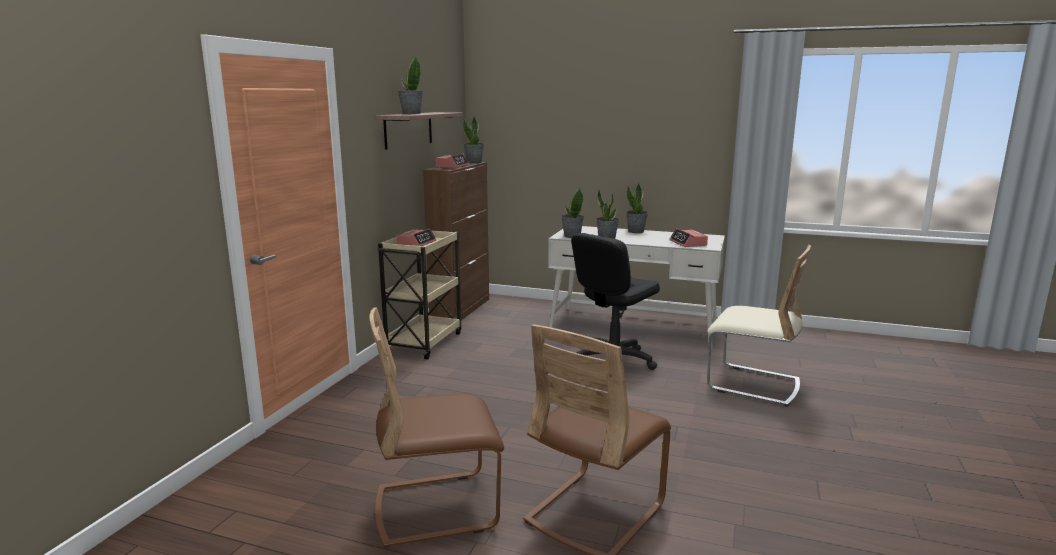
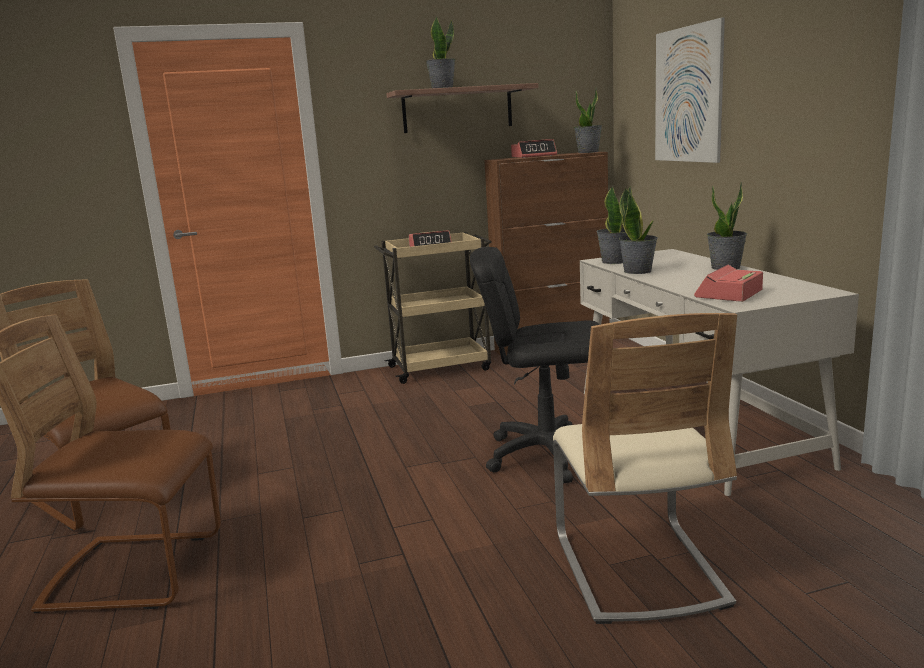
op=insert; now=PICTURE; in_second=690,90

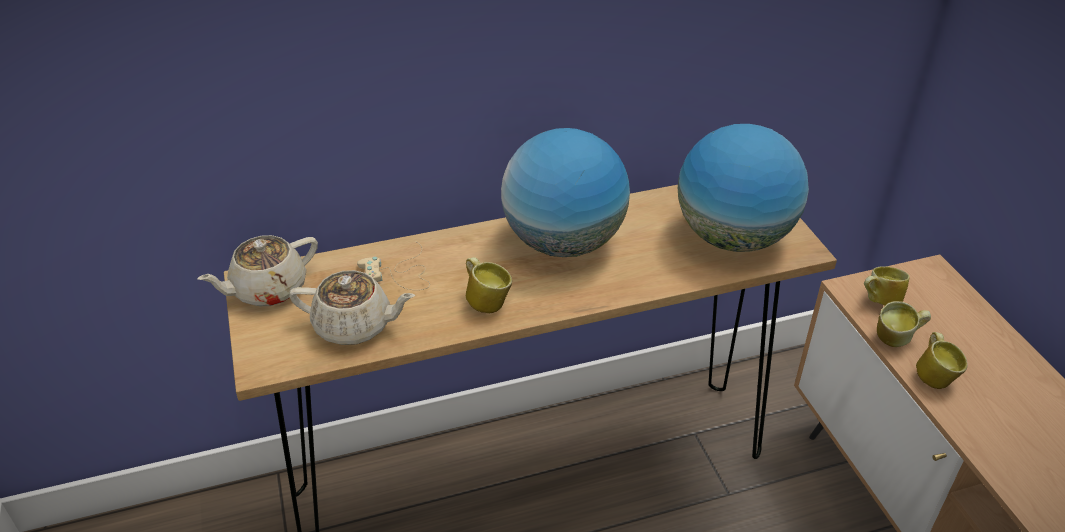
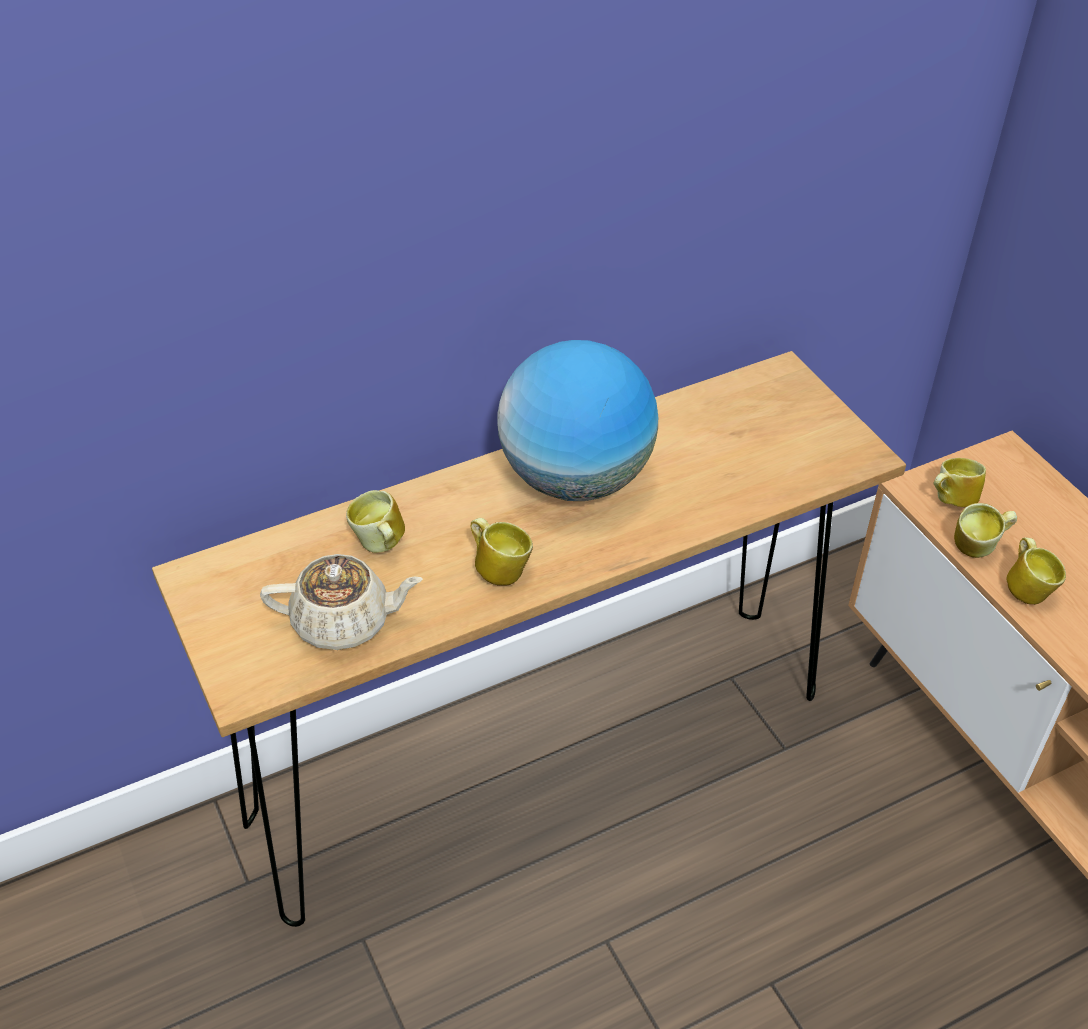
op=delete; was=BEIGE TEAPOT; in_first=257,270
op=delete; was=GLOBE; in_first=743,188
op=replace; was=BEIGE GAME CONTROLLER; now=MUG; in_first=393,265; in_second=375,521

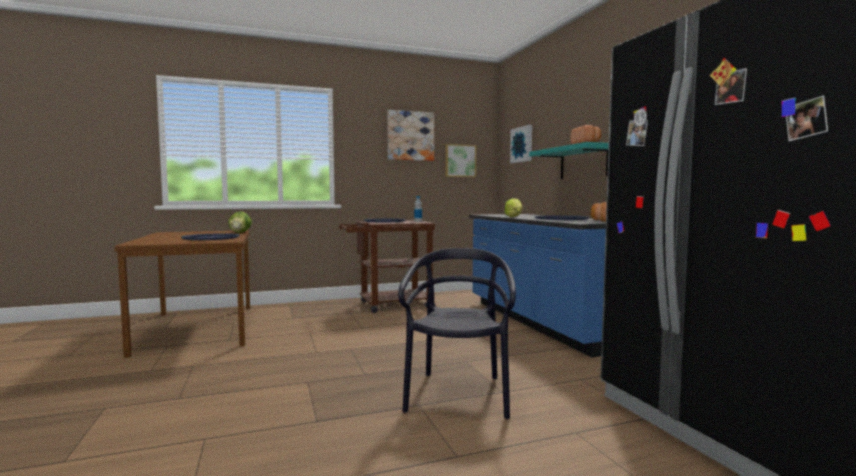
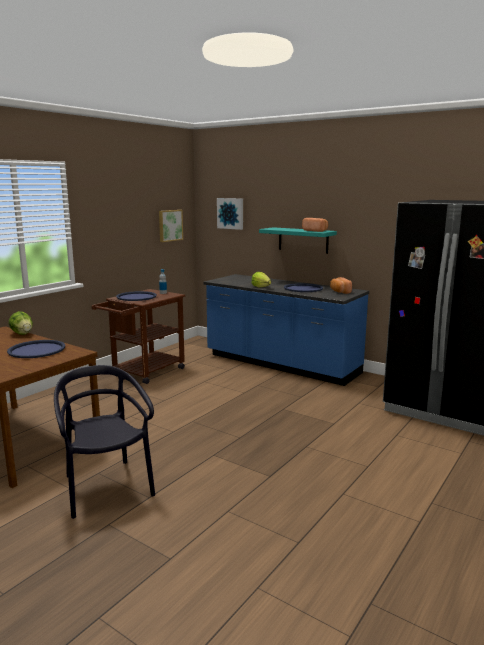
op=delete; was=PICTURE; in_first=410,135
op=move; was=BLACK CHAIR; in_first=457,333; in_second=104,442

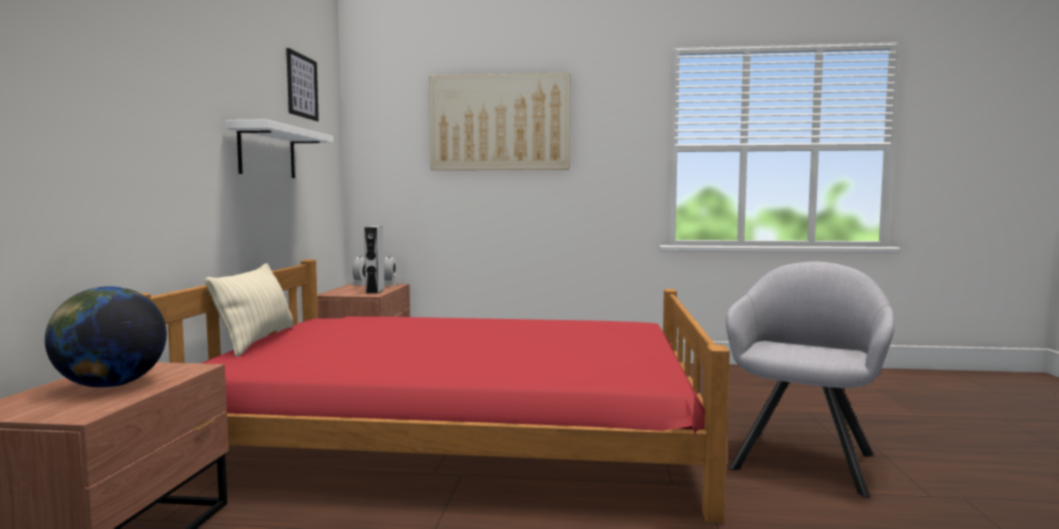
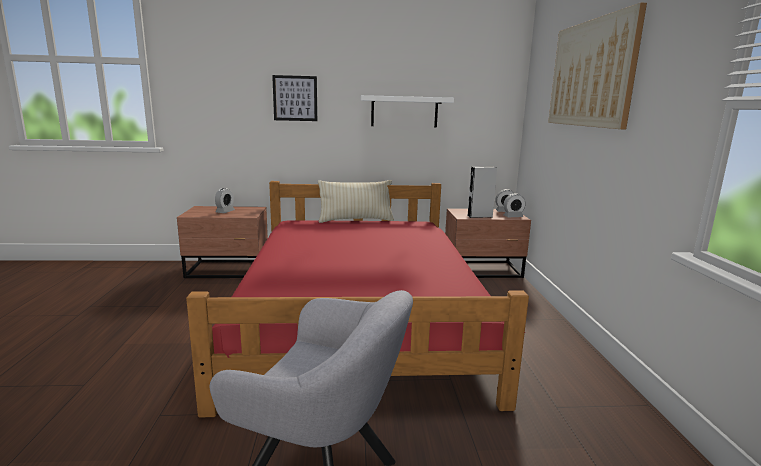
op=move; was=PICTURE; in_first=302,84; in_second=294,98
op=replace; was=GLOBE; now=ALARM CLOCK; in_first=106,337; in_second=225,200

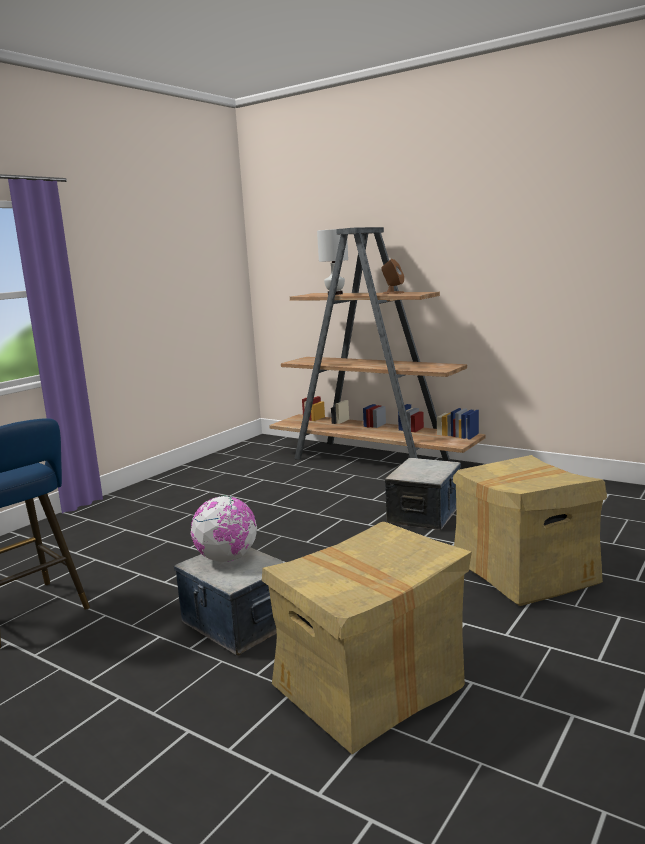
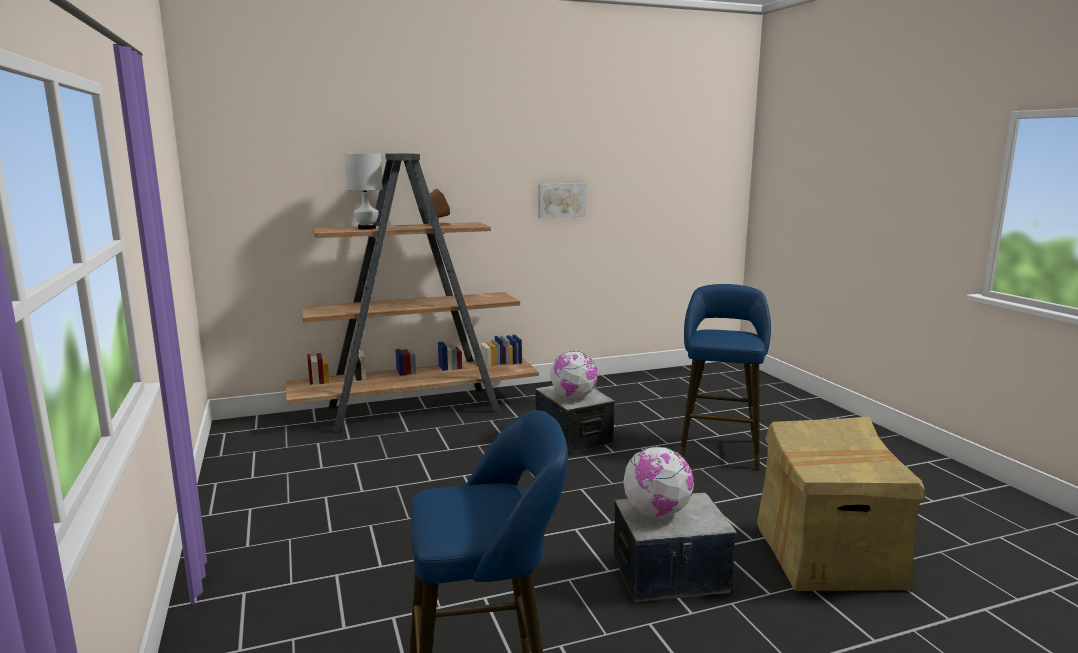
op=insert; now=PICTURE; in_second=562,200
op=insert; now=GLOBE; in_second=574,375
op=replace; was=CARDBOARD BOX; now=BLUE STOOL; in_first=530,530; in_second=725,376

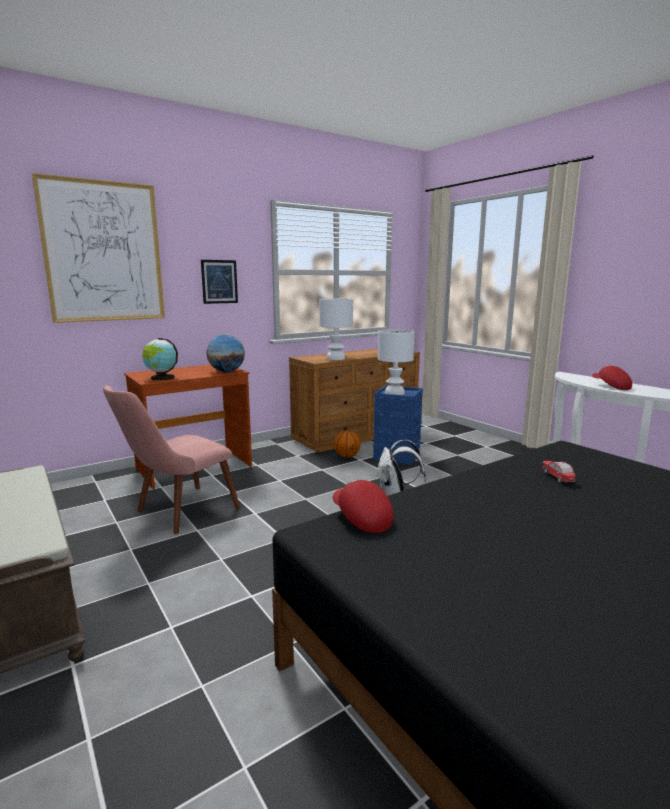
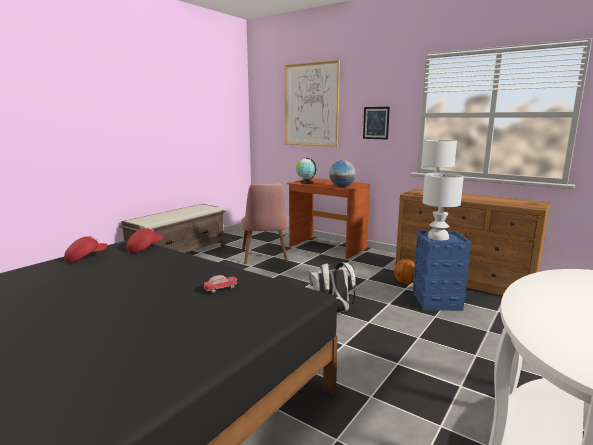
op=move; was=RED CAP; in_first=612,377; in_second=85,249
op=rotate; was=PINK CHAIR; in_first=171,459; in_second=264,223; clockwise=-120

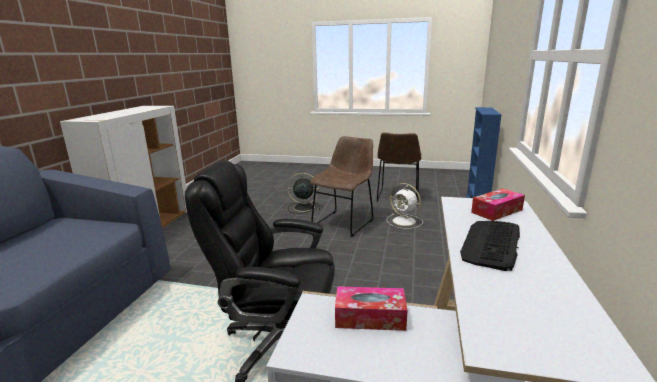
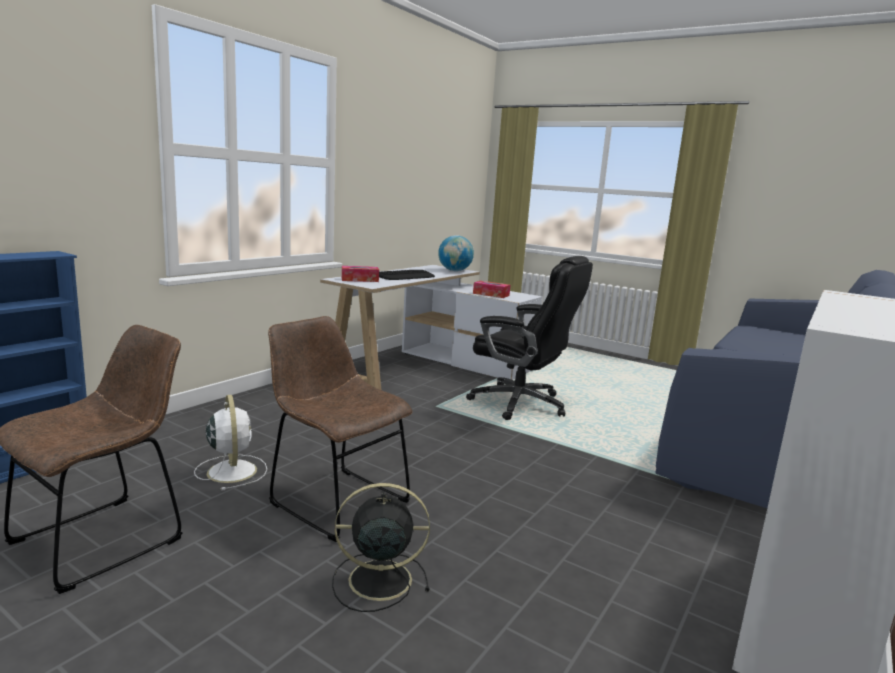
op=insert; now=GLOBE; in_second=456,253
op=rotate; was=BLACK FAN; in_first=303,193; in_second=381,547; clockwise=150
op=rotate; was=BROWN CHAIR; in_first=341,186; in_second=340,429; clockwise=75

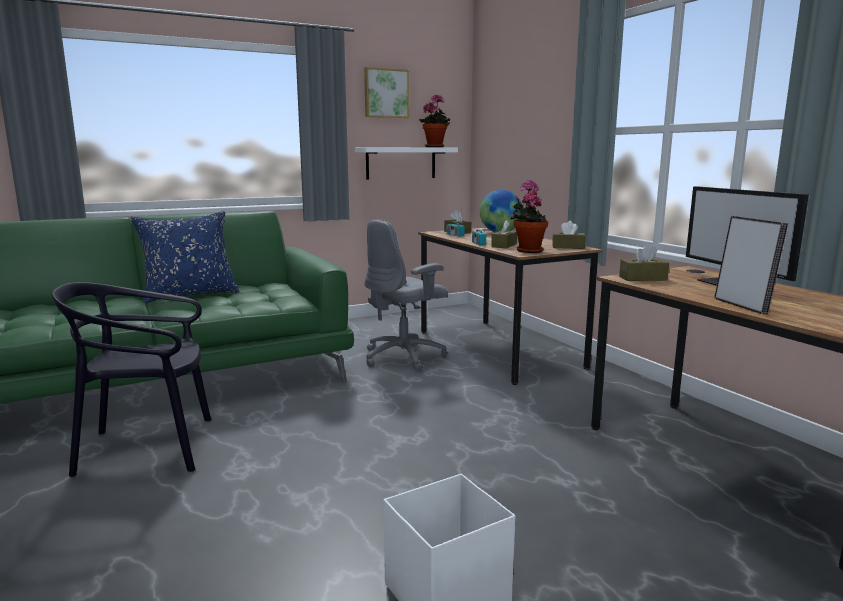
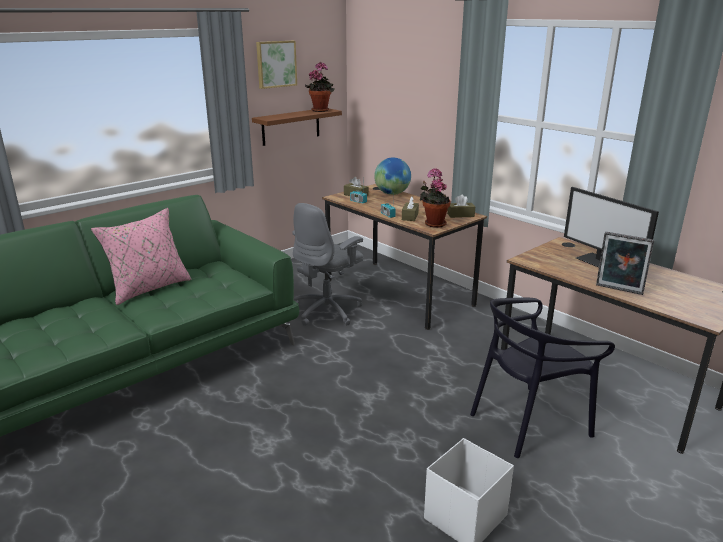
op=delete; was=BROWN TISSUE BOX; in_first=644,262
op=move; was=BLACK CHAIR; in_first=131,379; in_second=542,378
op=recolor; was=BLUE PILLOW; now=PINK PILLOW; in_first=185,257; in_second=141,256
op=recolor; was=WHITE SHELF; now=BROWN SHELF; in_first=406,163; in_second=297,127
op=rotate; was=PICTURE FRAME; in_first=751,265; in_second=625,263; clockwise=150

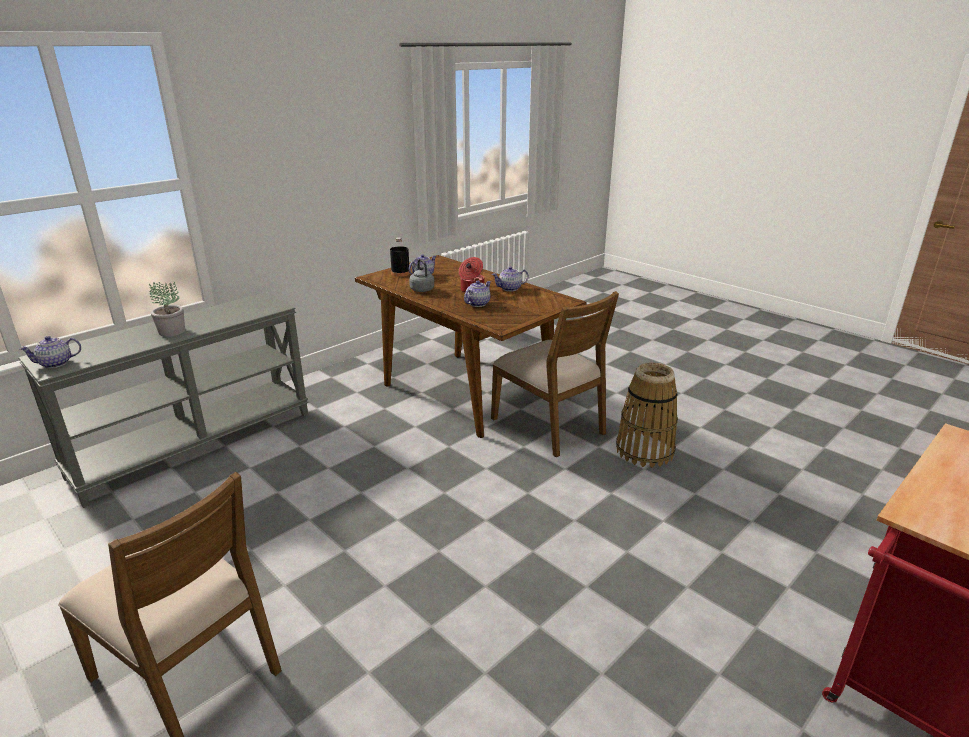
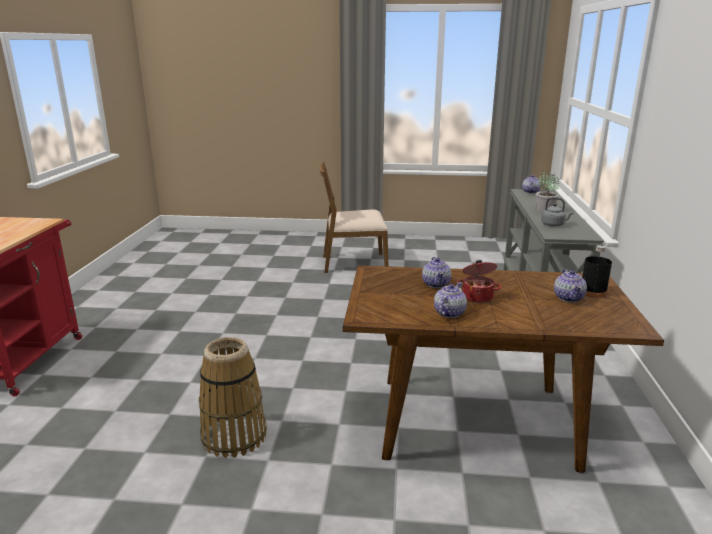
op=delete; was=BROWN CHAIR; in_first=555,374
op=move; was=GREY KETTLE; in_first=421,275; in_second=557,212

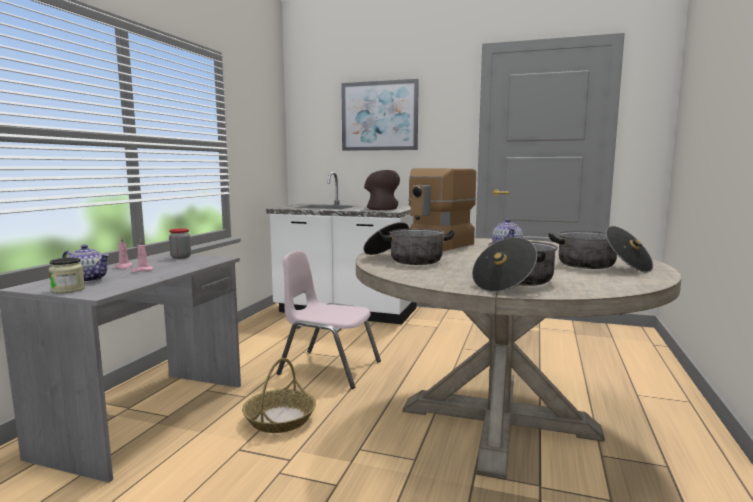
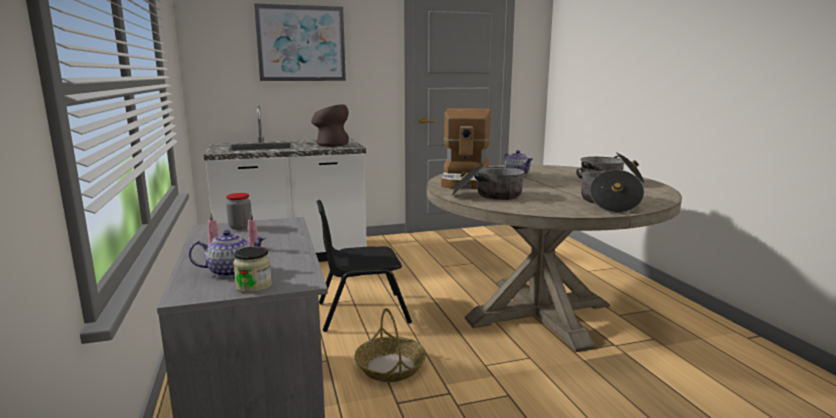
op=recolor; was=PINK CHAIR; now=BLACK CHAIR; in_first=329,320; in_second=364,266

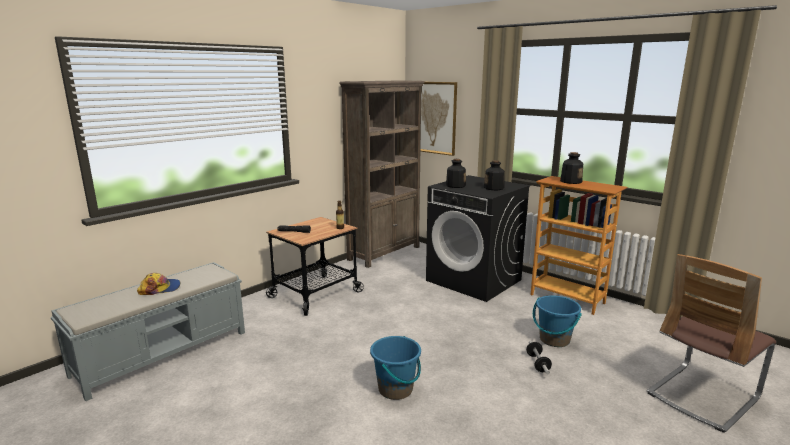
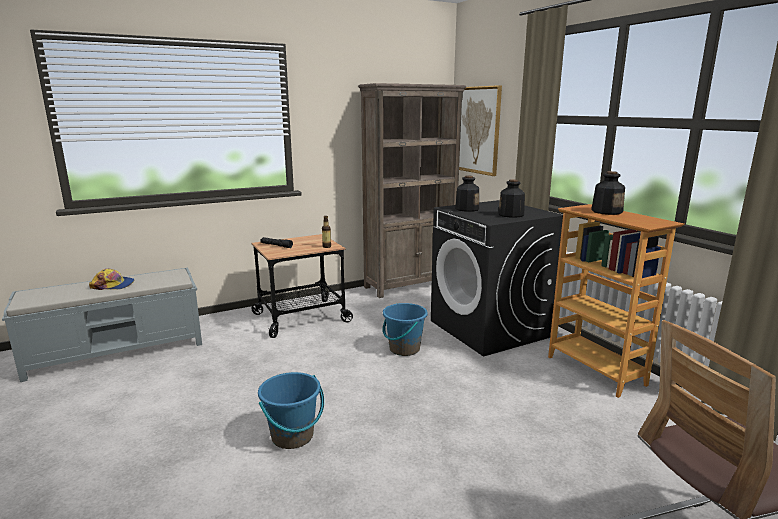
op=delete; was=DUMBBELL; in_first=539,357
op=move; was=BLUE BUCKET; in_first=557,321; in_second=405,329

